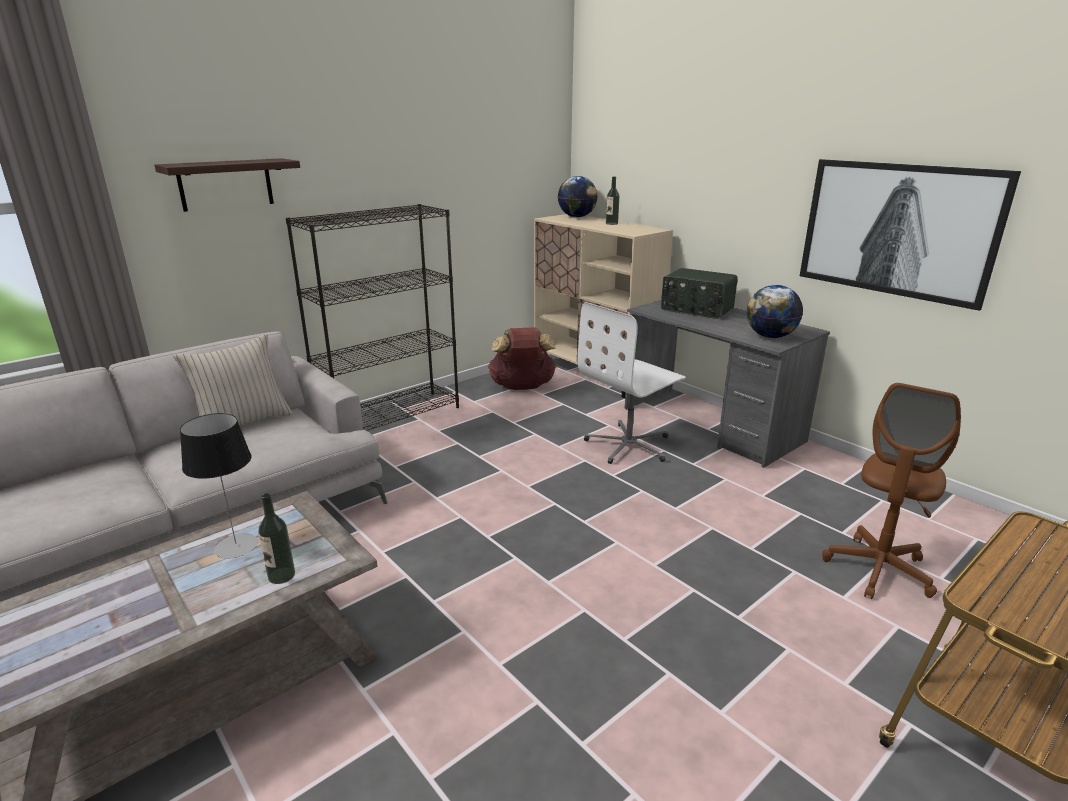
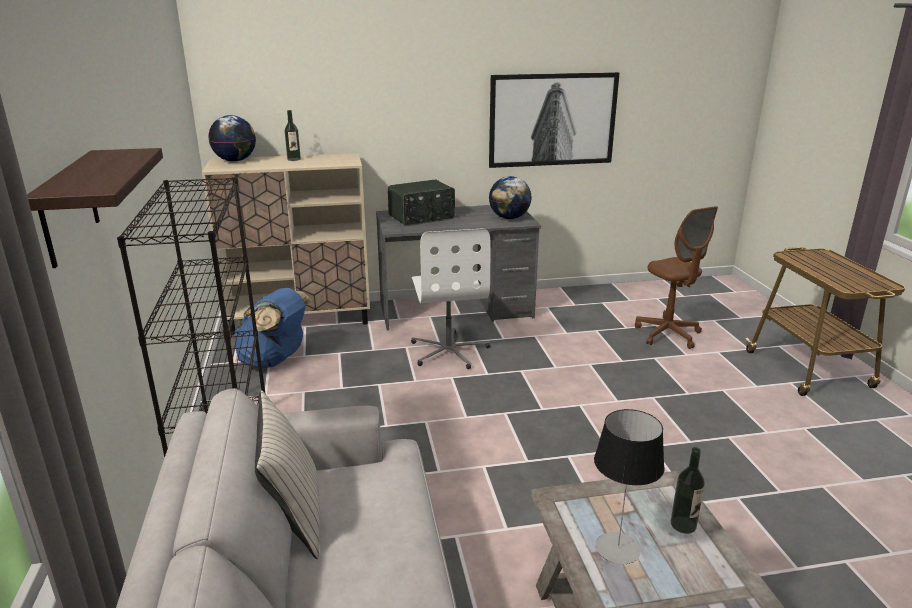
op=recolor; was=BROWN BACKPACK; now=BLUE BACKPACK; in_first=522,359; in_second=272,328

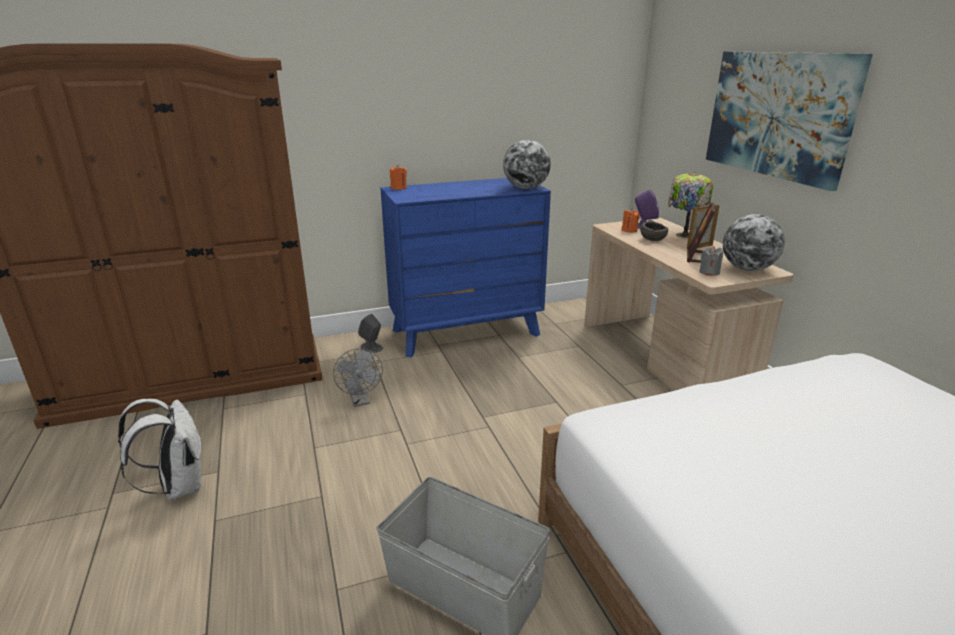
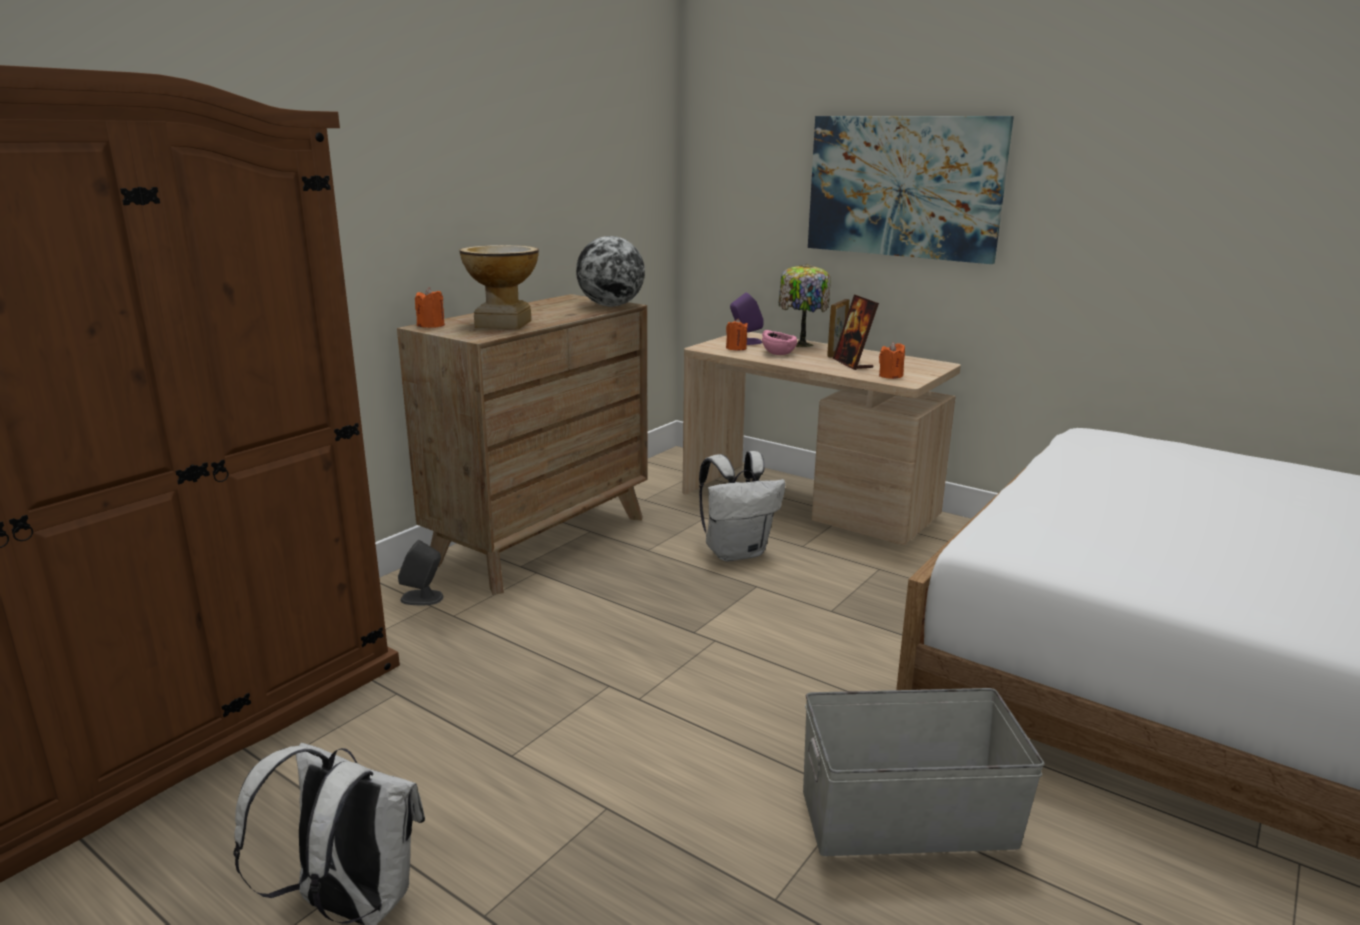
op=delete; was=GREY FAN; in_first=358,377
op=delete; was=GLOBE; in_first=754,242
op=insert; now=VASE; in_second=499,287
op=insert; now=WHITE BACKPACK; in_second=742,506
op=recolor; was=BLUE DRESSER; now=BROWN DRESSER; in_first=465,268; in_second=522,444
op=recolor; was=GREY BOWL; now=PINK BOWL; in_first=654,230; in_second=779,342
op=recolor; was=GREY CANDLE; now=ORANGE CANDLE; in_first=711,261; in_second=892,360

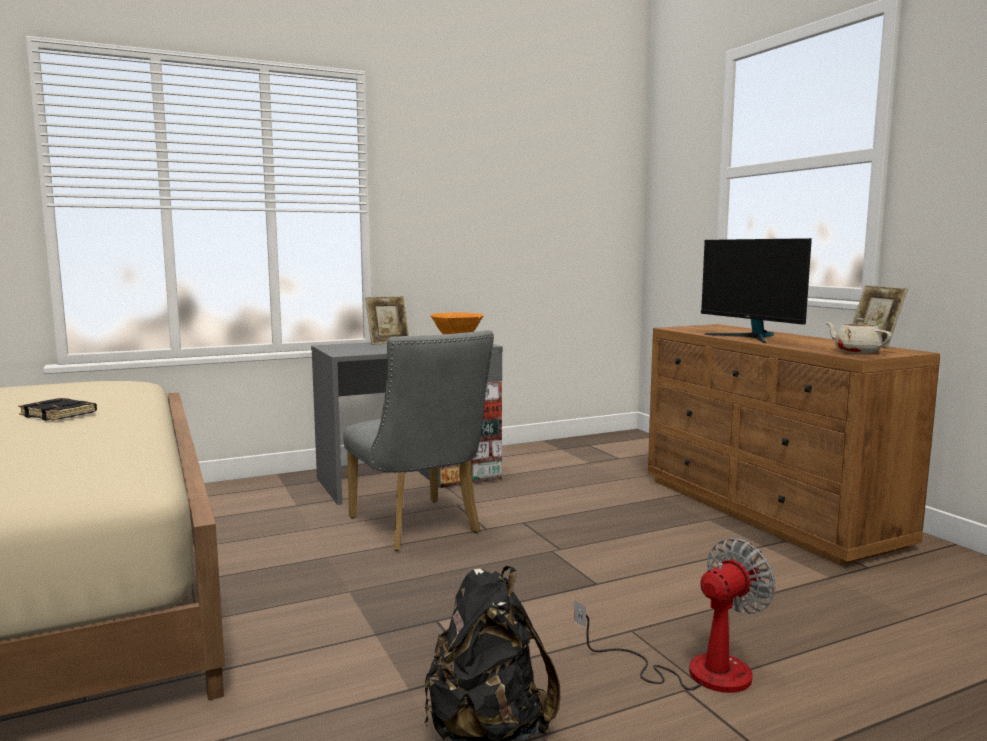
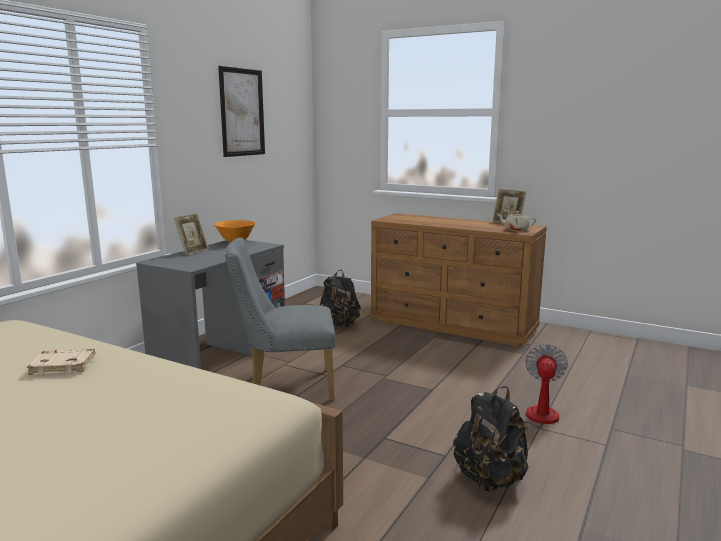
op=delete; was=MONITOR; in_first=756,290
op=insert; now=PICTURE; in_second=241,111
op=insert; now=BLACK BACKPACK; in_second=340,298
op=recolor; was=BLACK BOOK; now=BEIGE BOOK; in_first=57,409; in_second=61,362
op=rotate; was=GREY CHAIR; in_first=418,440; in_second=280,319; clockwise=150

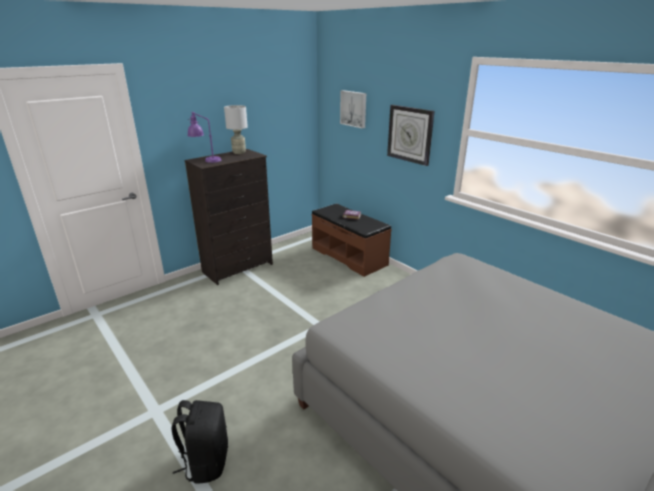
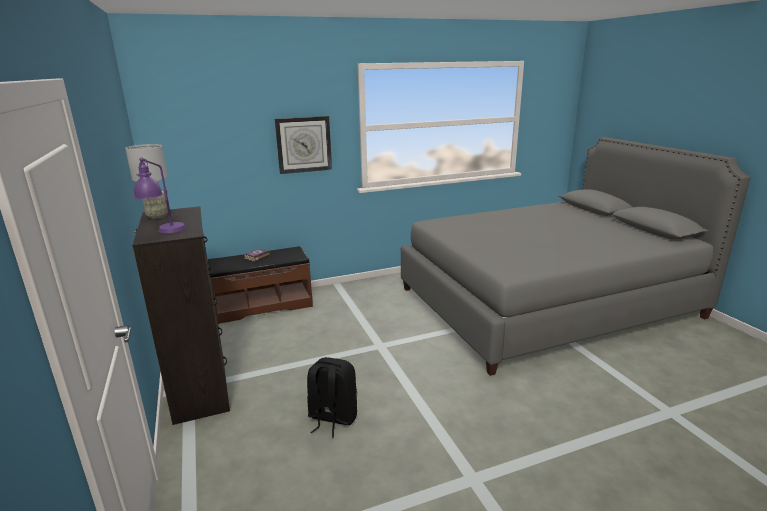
op=delete; was=PICTURE; in_first=353,109
op=move; was=BLACK BACKPACK; in_first=200,442; in_second=332,397

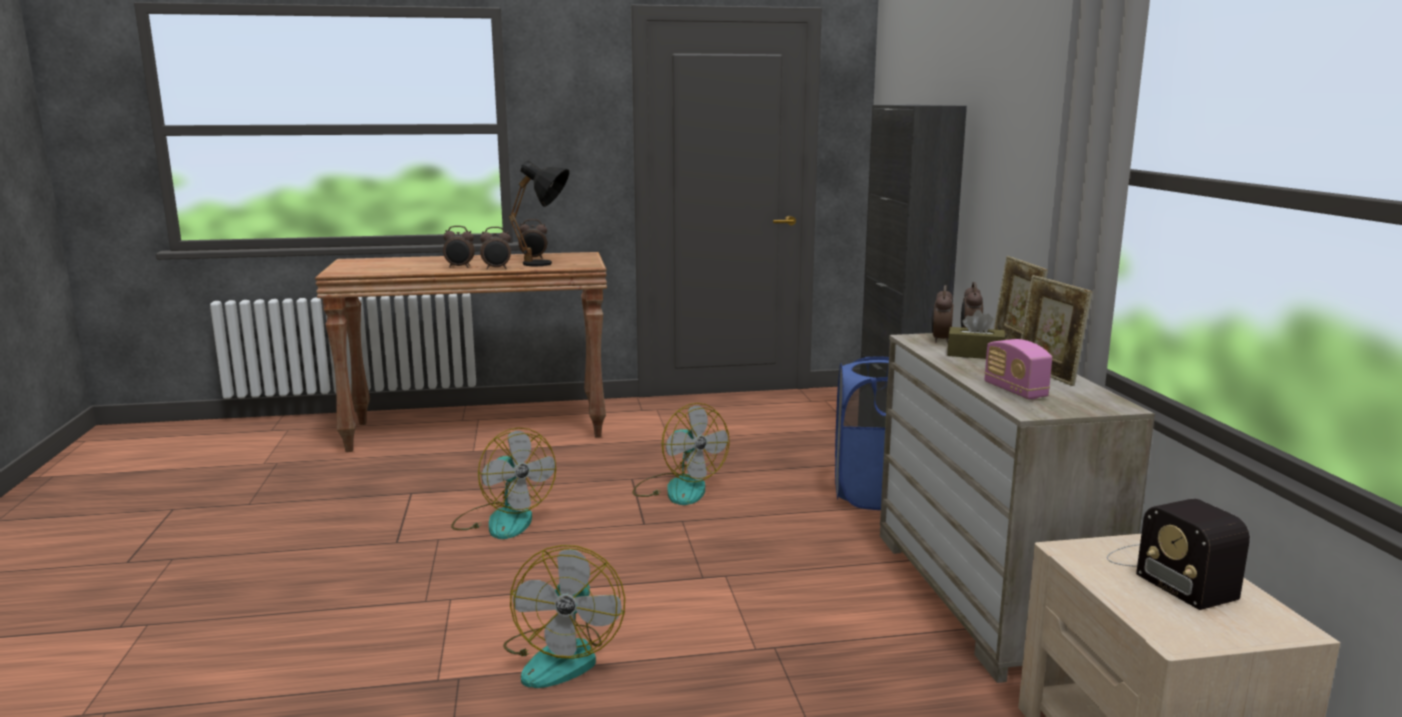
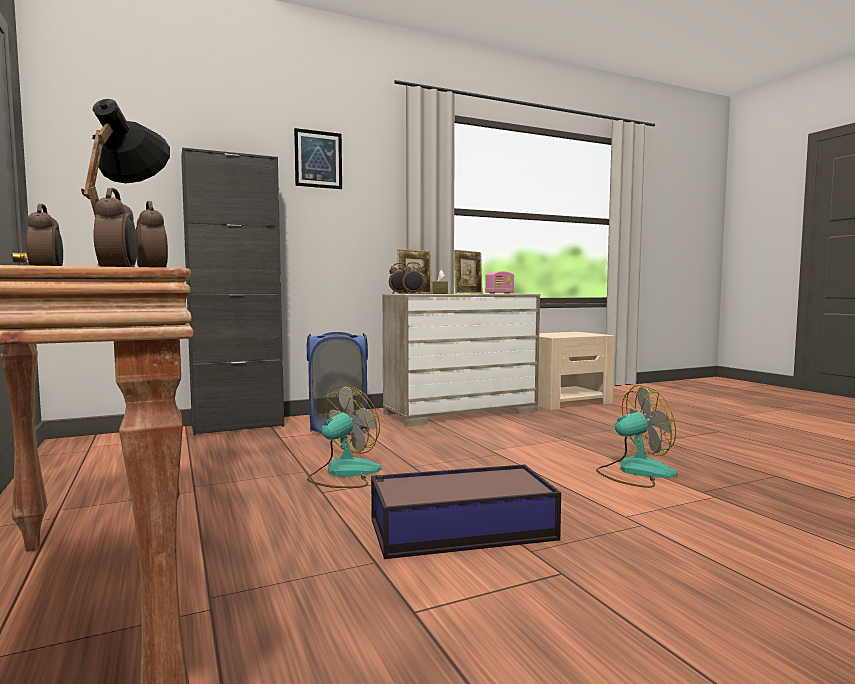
op=delete; was=RADIO; in_first=1178,554
op=insert; now=PICTURE; in_second=318,158
op=replace; was=FAN; now=STORAGE BOX; in_first=503,483; in_second=466,511

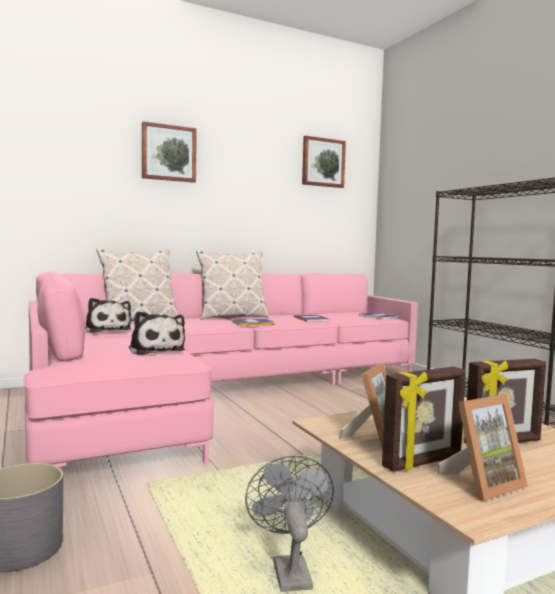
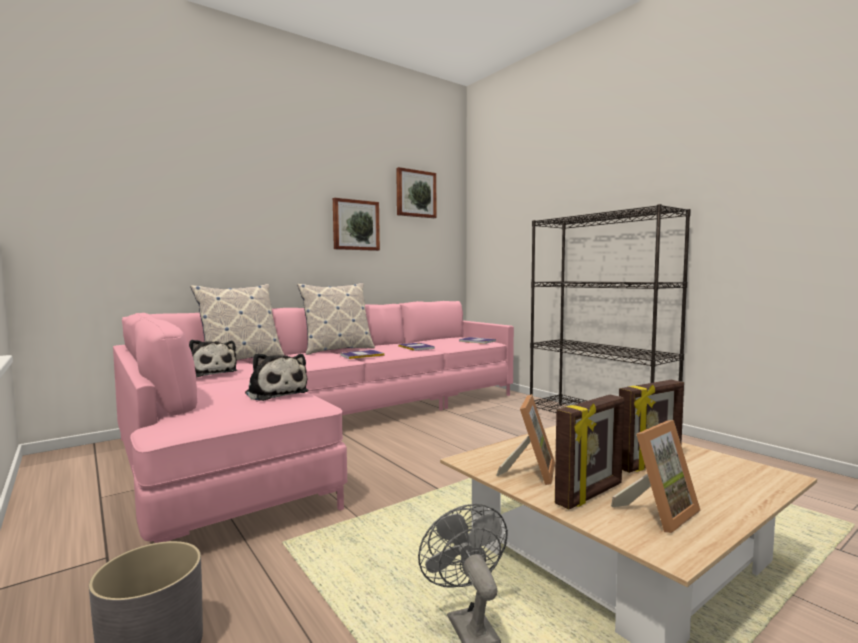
op=move; was=PICTURE; in_first=169,152; in_second=356,224

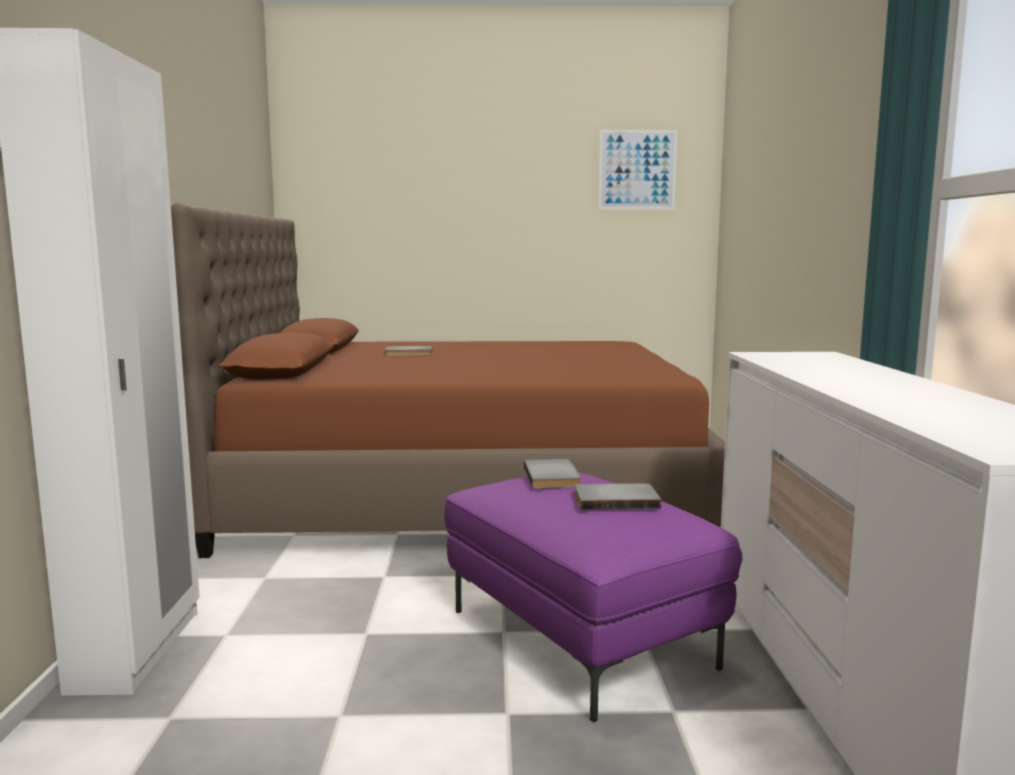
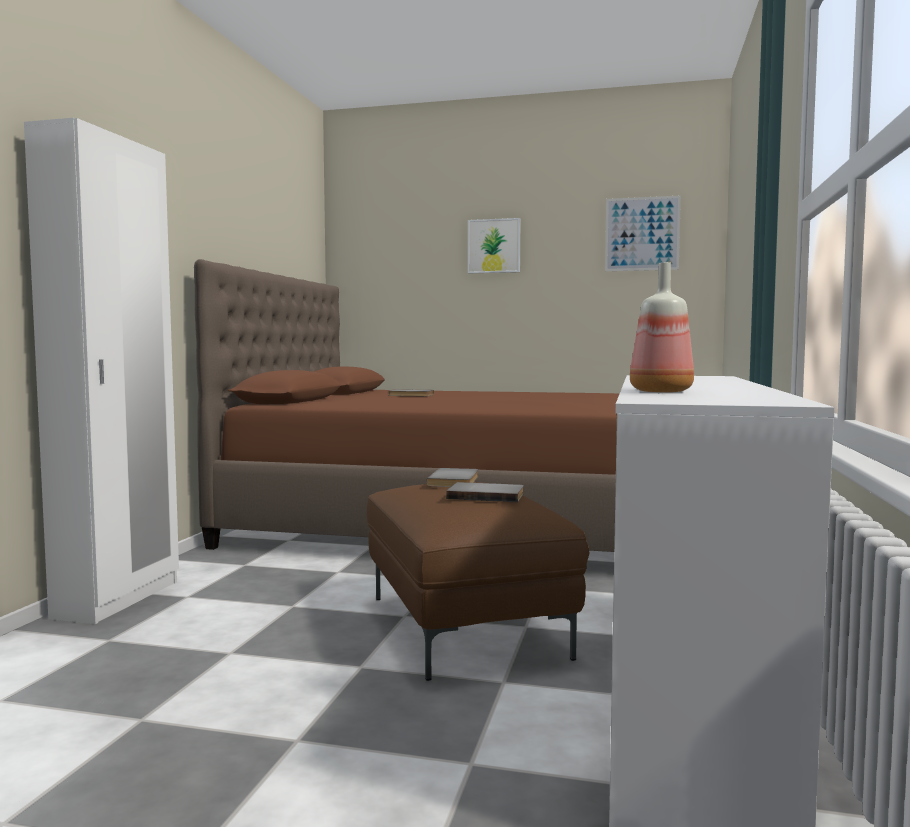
op=insert; now=PICTURE; in_second=494,245
op=insert; now=BOTTLE; in_second=662,327
op=recolor; was=PURPLE OTTOMAN; now=BROWN OTTOMAN; in_first=593,597; in_second=478,581

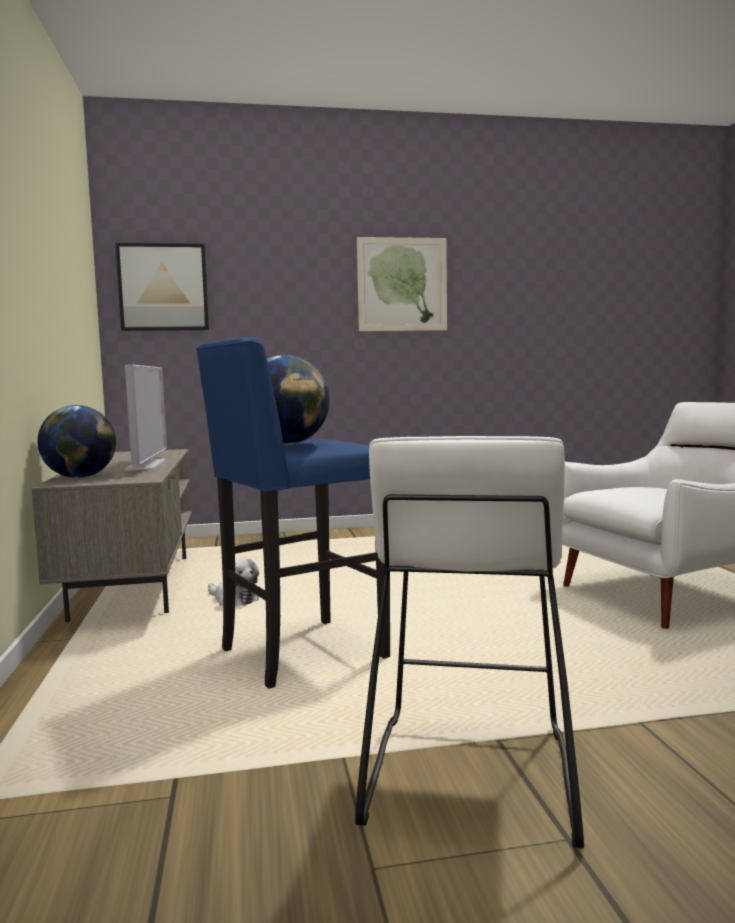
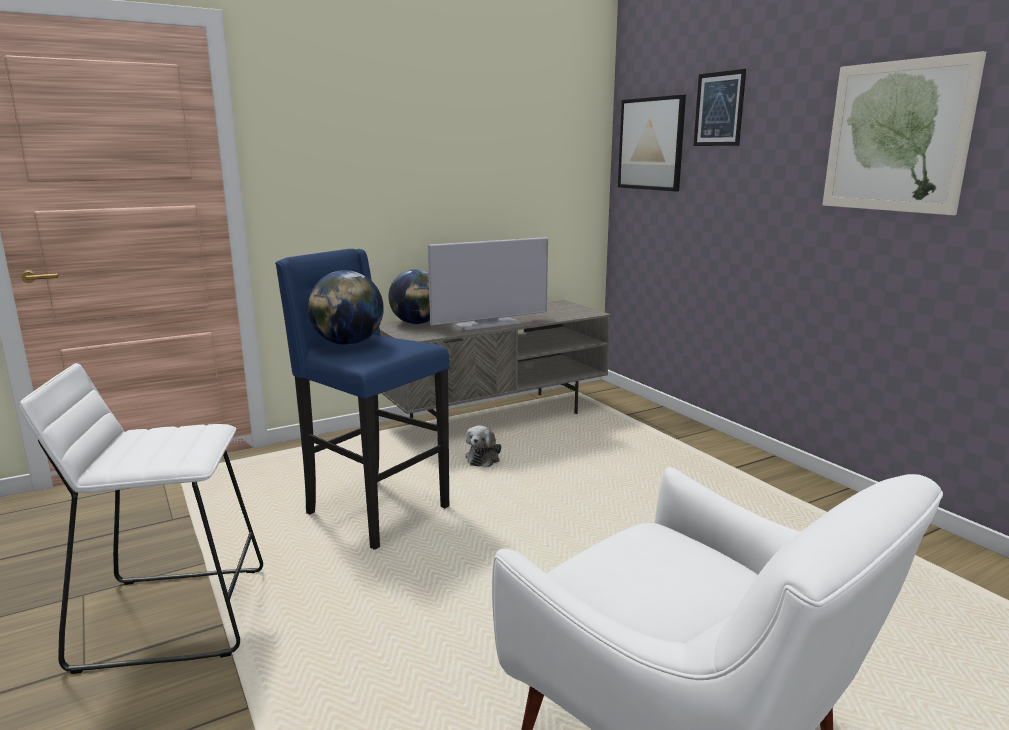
op=insert; now=PICTURE; in_second=719,107

